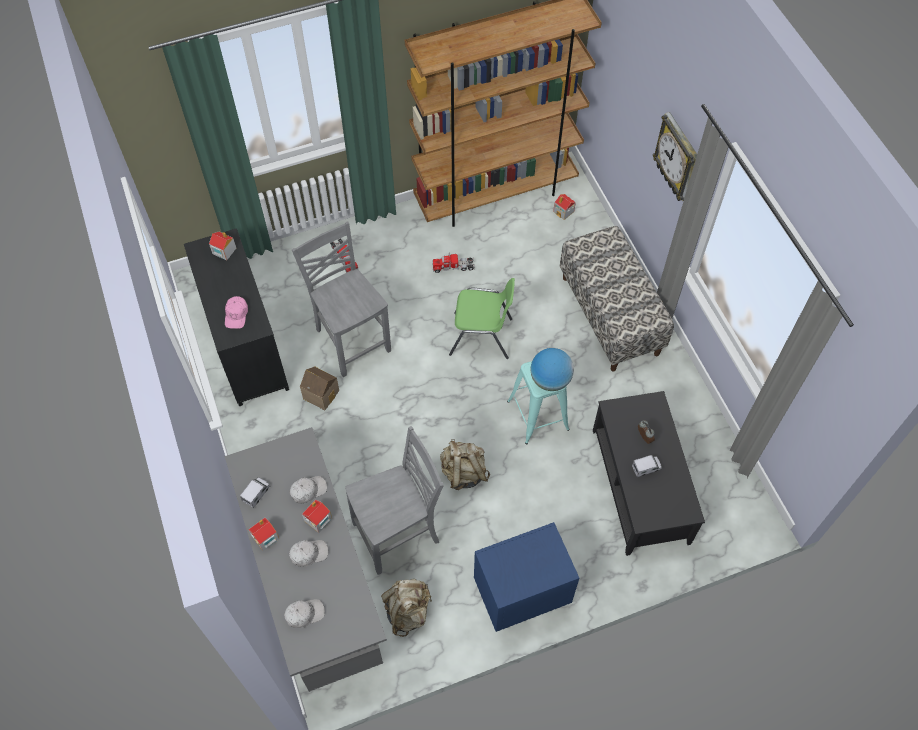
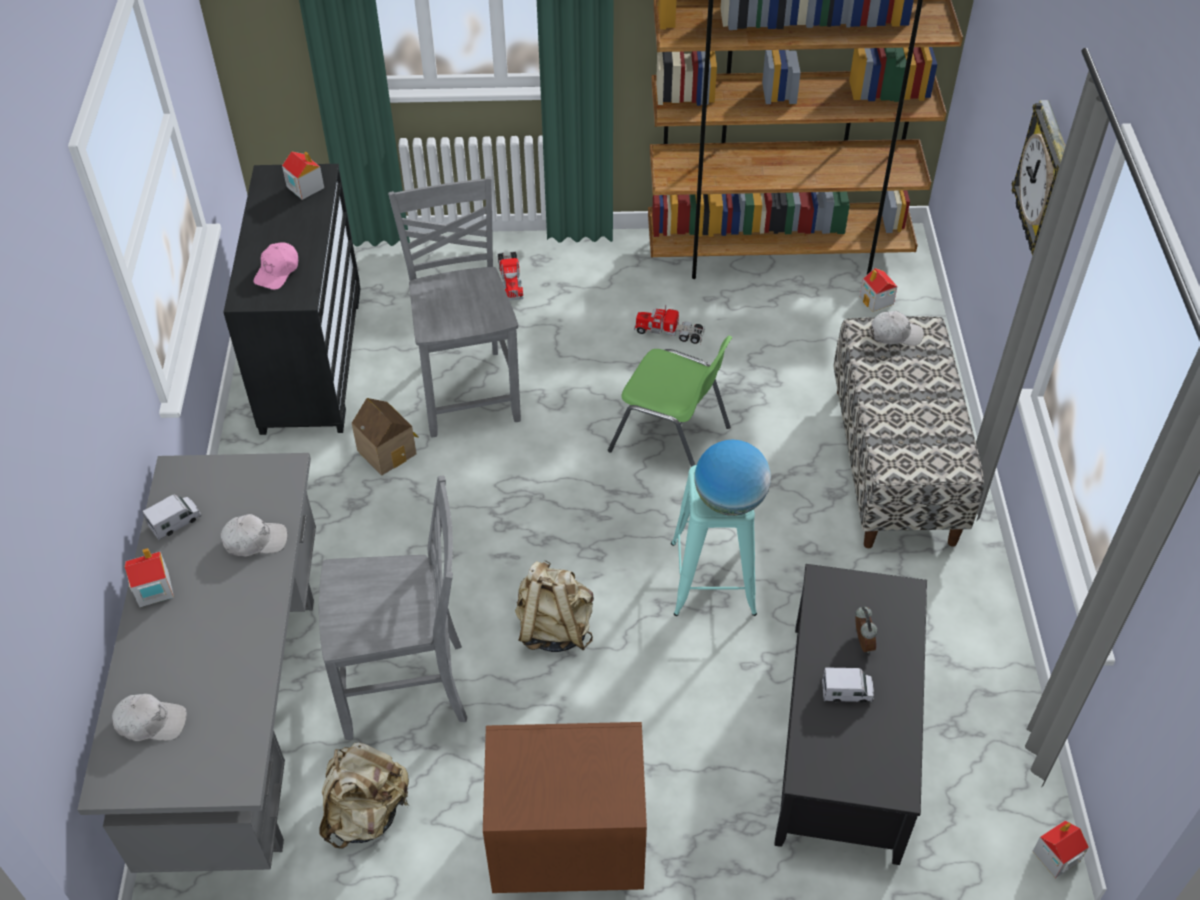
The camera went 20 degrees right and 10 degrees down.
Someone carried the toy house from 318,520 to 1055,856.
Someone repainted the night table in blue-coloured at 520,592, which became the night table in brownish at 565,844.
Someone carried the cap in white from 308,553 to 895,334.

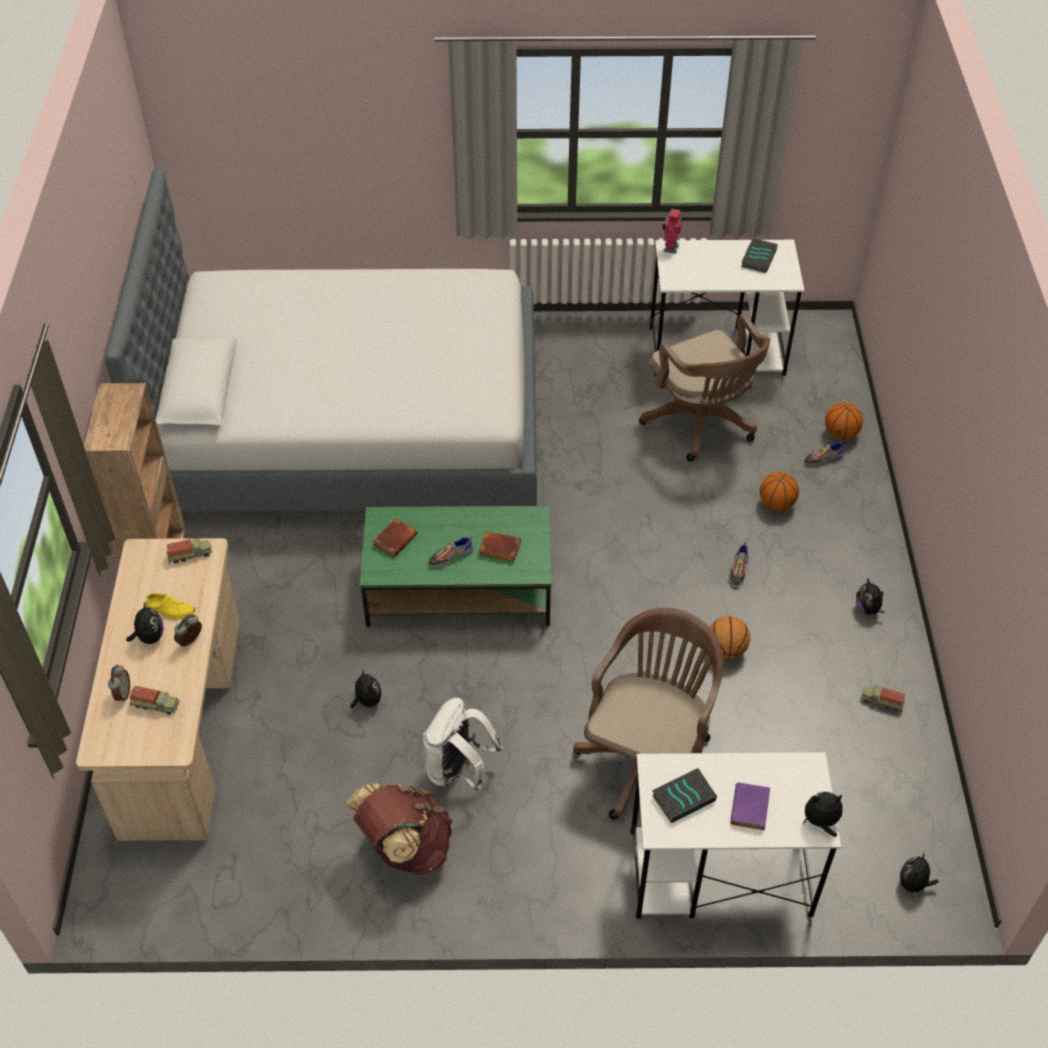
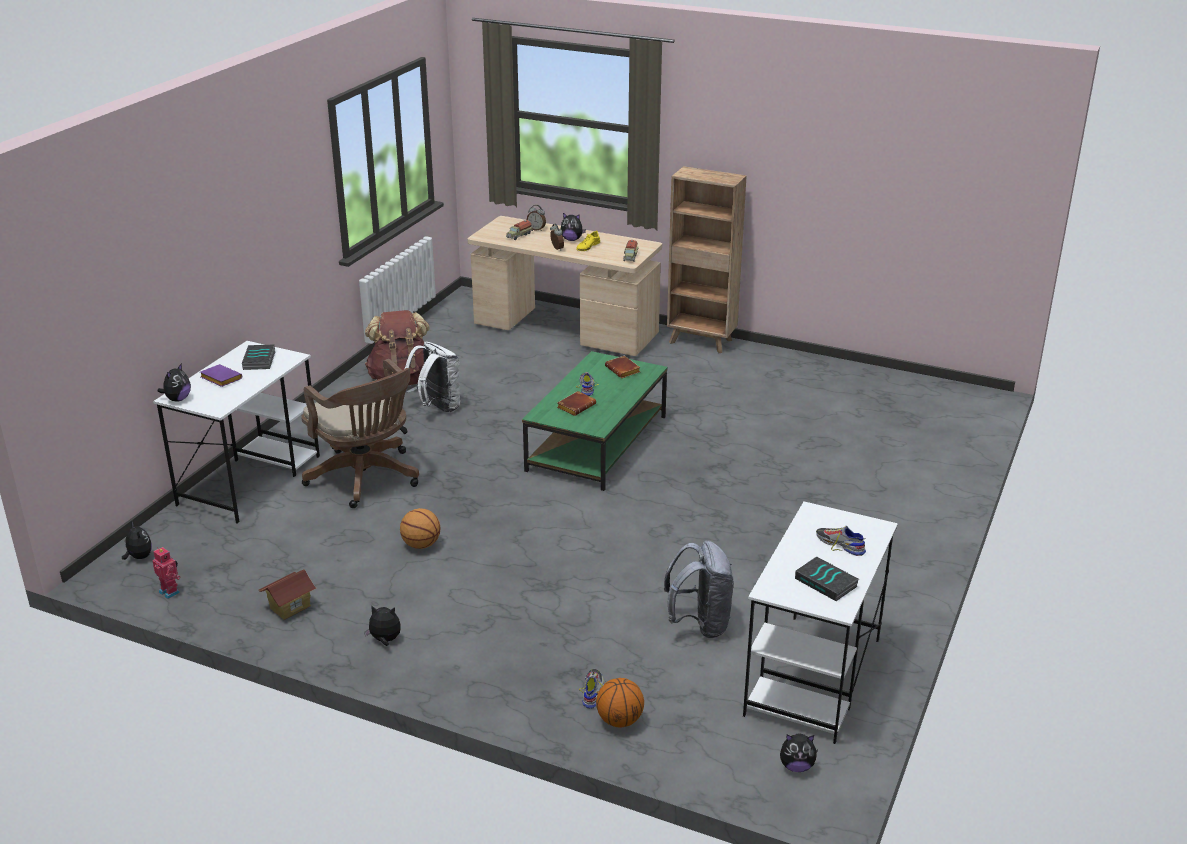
The camera went 115 degrees right and 20 degrees down.
Someone took away the bedroom bed at 353,427.
Someone carried the model robot from 669,248 to 170,591.
Someone swapped the office chair in brownish at 702,424 for the rucksack in gray at 700,624.
Someone took away the basketball at 776,504.
Someone carried the low shoe from 738,570 to 840,544.
Someone carried the plush toy from 367,700 to 796,766.
Someone swapped the toy truck at 882,701 for the toy house at 290,607.

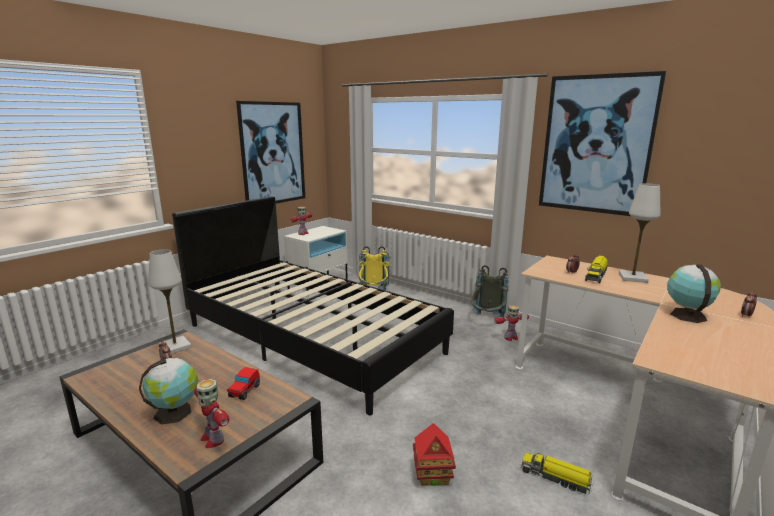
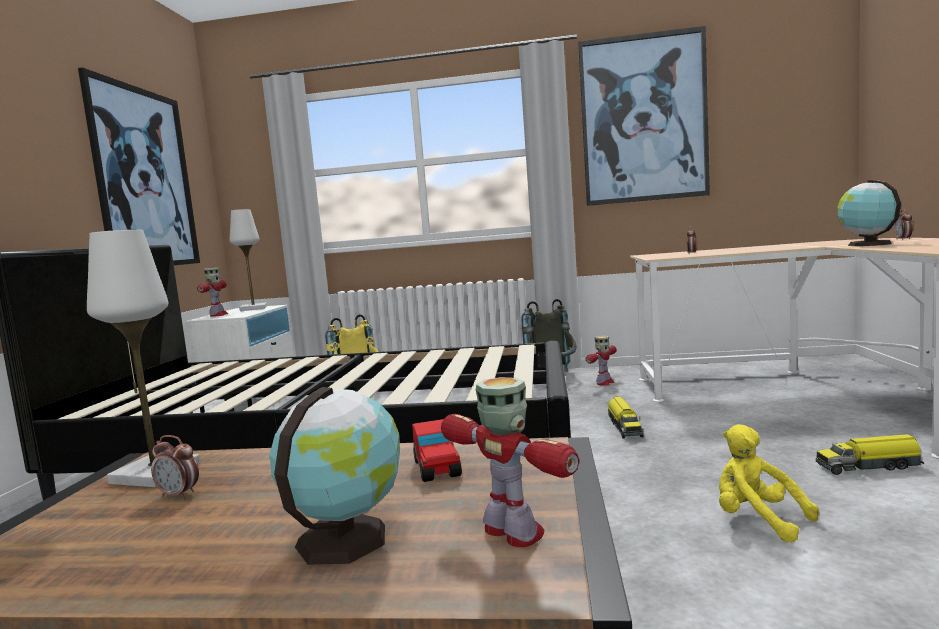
The camera went 30 degrees left and 10 degrees down.
Someone carried the table lamp in white from 632,278 to 253,308.
Someone carried the toy truck from 596,275 to 625,426.
Someone rotated the model robot at 213,438 by 150 degrees counterclockwise.
Someone swapped the toy house at 432,475 for the plush toy in yellow-coloured at 757,520.

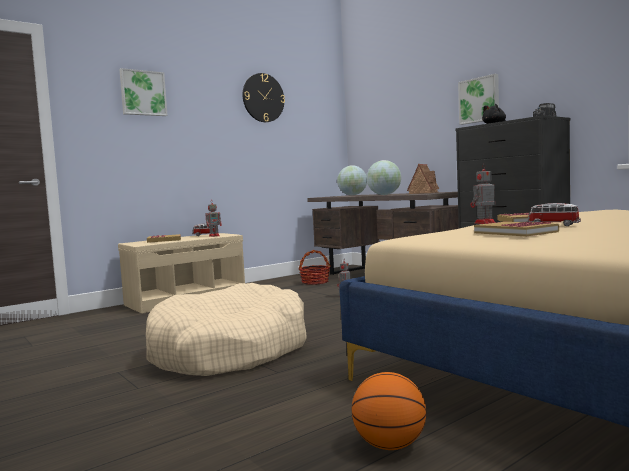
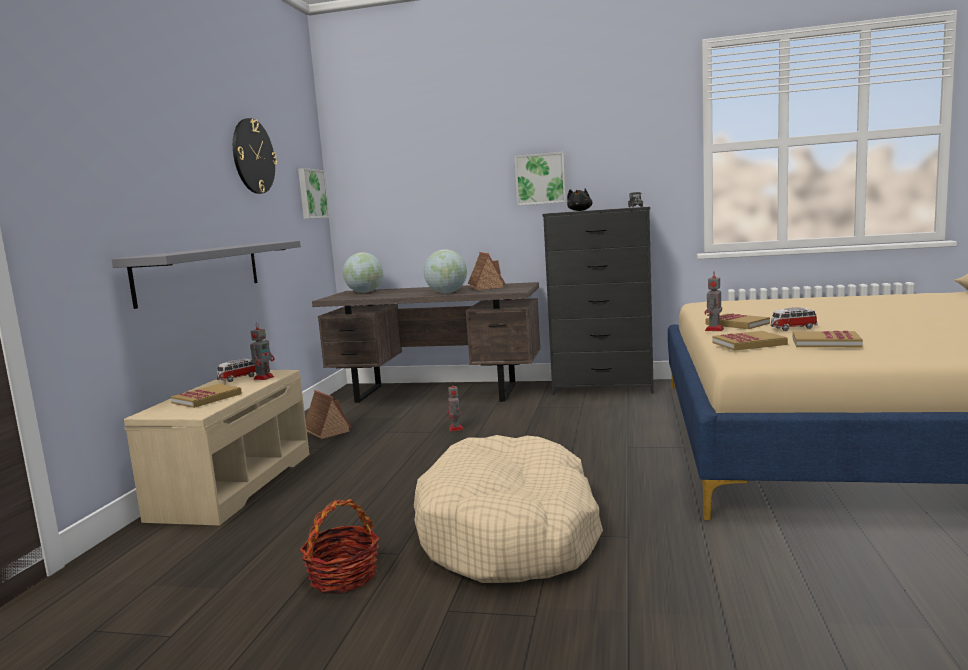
The camera went 40 degrees left and 5 degrees up.
Someone carried the wall picture from 143,93 to 311,194.
Someone carried the storage basket from 315,282 to 343,576.
Someone took away the basketball at 390,445.
Someone put up the bracket shelf in gray at 200,272.
Someone put down the volume at 749,344.
Someone put down the toy house at 326,431.

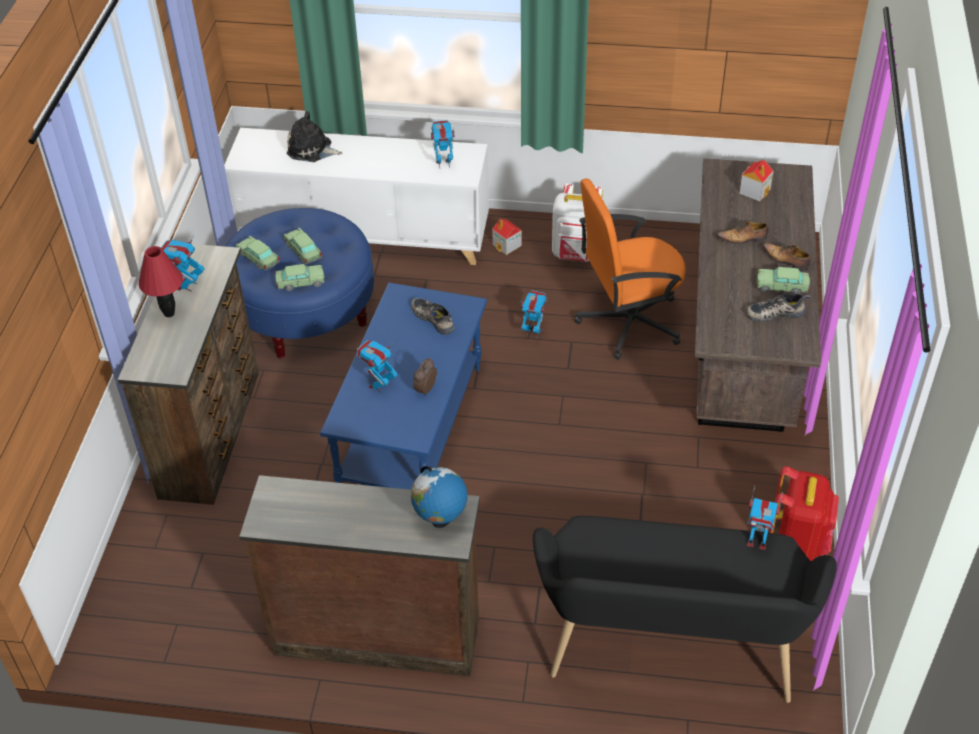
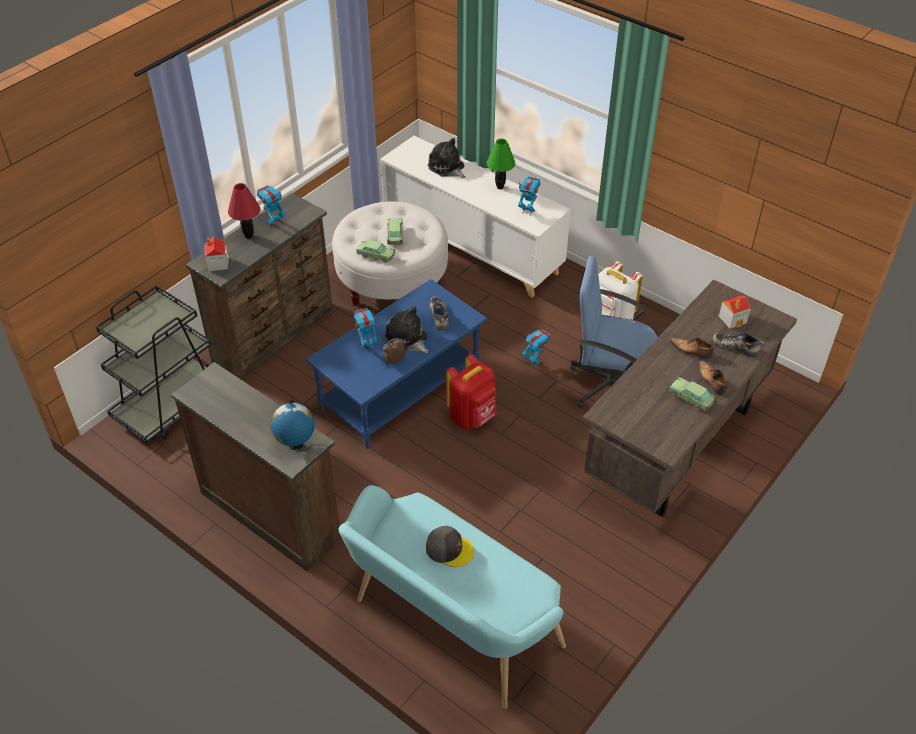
The camera went 30 degrees right and 0 degrees up.
Someone repainted the office chair in orangey at 628,322, which became the office chair in blue-coloured at 609,384.
Someone repainted the ottoman in blue-coloured at 304,312, which became the ottoman in white at 392,281.
Someone carried the toy house from 507,245 to 218,264.
Someone took away the model car at 258,258.
Someone carried the low shoe from 775,312 to 736,346.
Someone carried the rucksack in red-coloured from 797,544 to 472,416.
Someone took away the model robot at 757,541.
Someone repainted the long seat in black-coloured at 669,651, which became the long seat in turquoise at 450,627.
Someone put down the table lamp in green at 500,187.
Someone put down the cart in black-coloured at 171,405.
Someone put down the plush toy at 407,339.
Someone put down the cap in gray at 449,549.

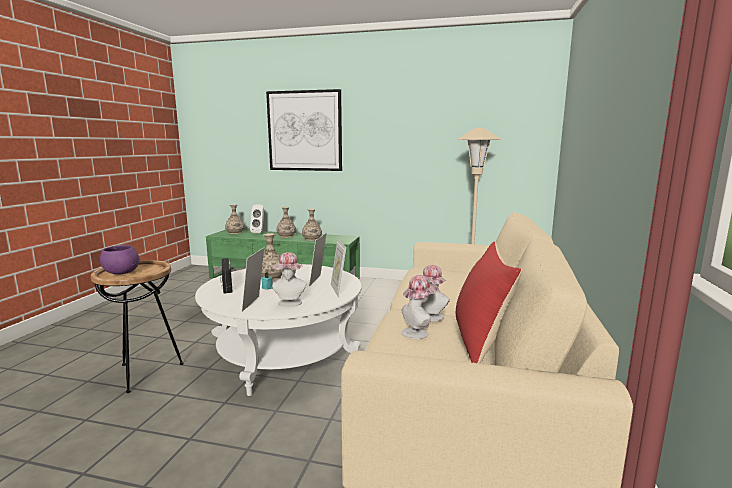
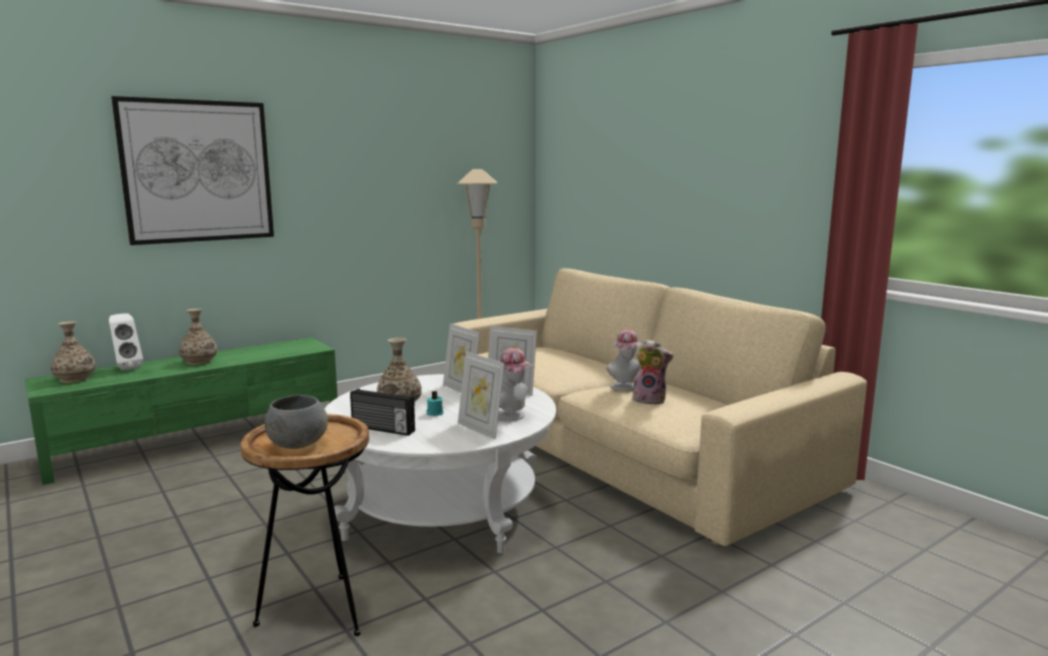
The camera went 50 degrees left and 0 degrees up.
Someone took away the vase at 312,239.
Someone took away the cushion in red-coloured at 481,342.
Someone repainted the serving bowl in purple-coloured at 121,273, which became the serving bowl in gray at 297,445.
Someone swapped the hat at 418,332 for the plush toy at 650,400.

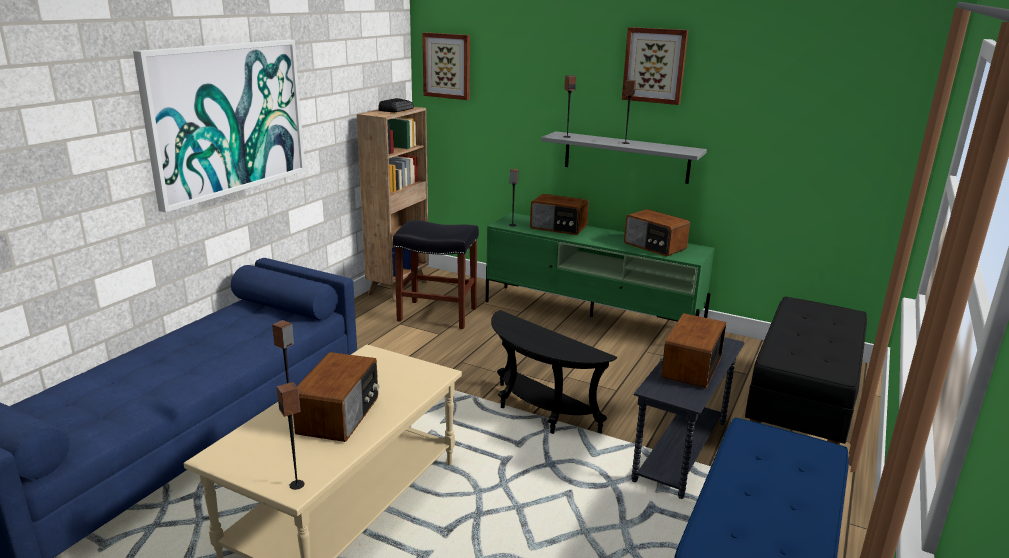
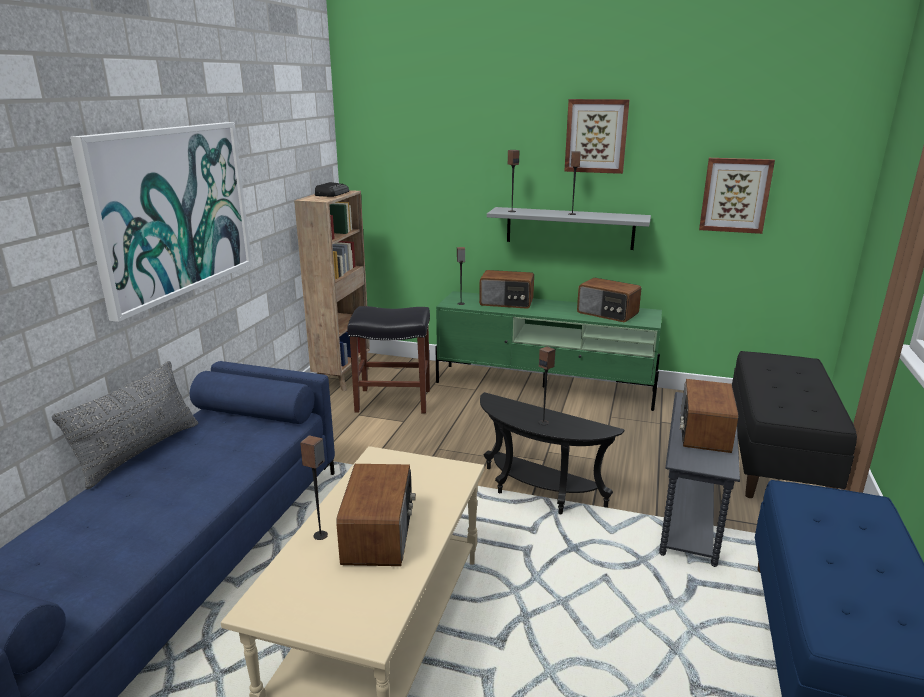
The camera went 10 degrees left and 0 degrees up.
Someone carried the wall picture from 447,66 to 735,195.
Someone carried the speaker from 297,484 to 543,422.
Someone put down the cushion in gray at 140,452.

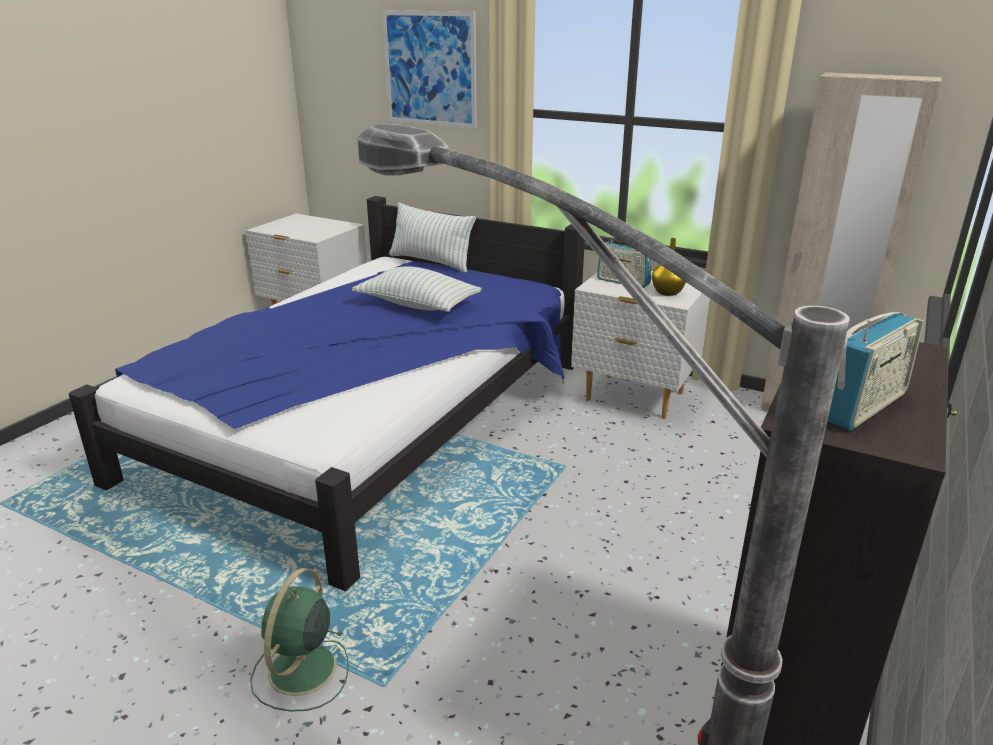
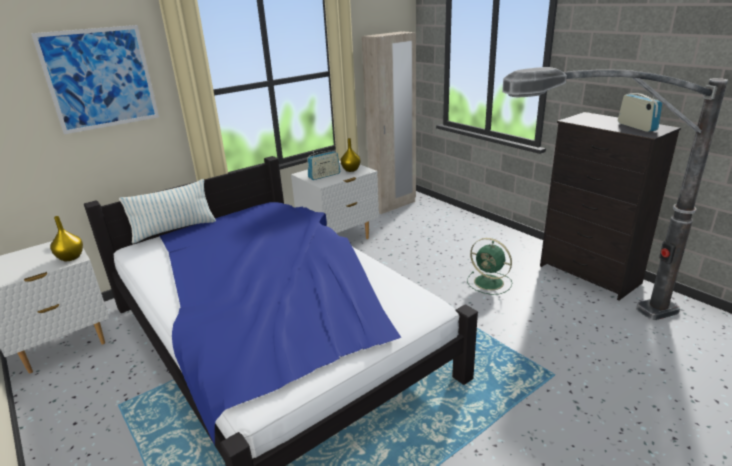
The camera went 65 degrees left and 0 degrees up.
Someone took away the cushion at 417,305.
Someone carried the cooling fan in green from 301,671 to 490,283.
Someone put down the vase in yellow-coloured at 70,258.

